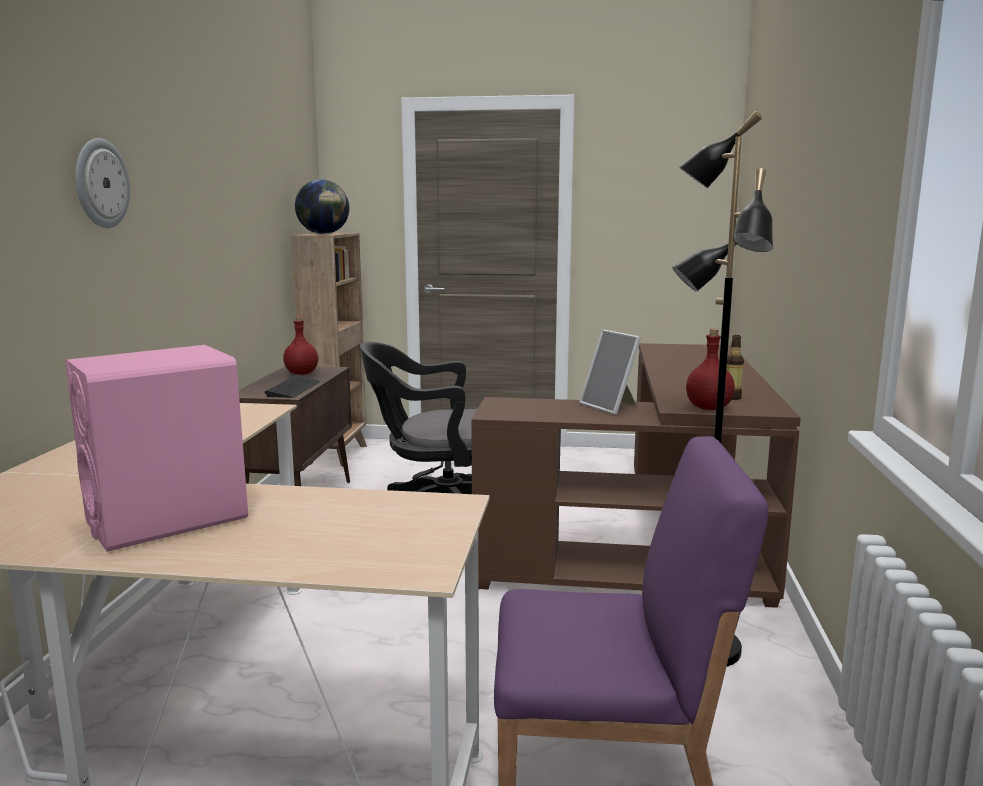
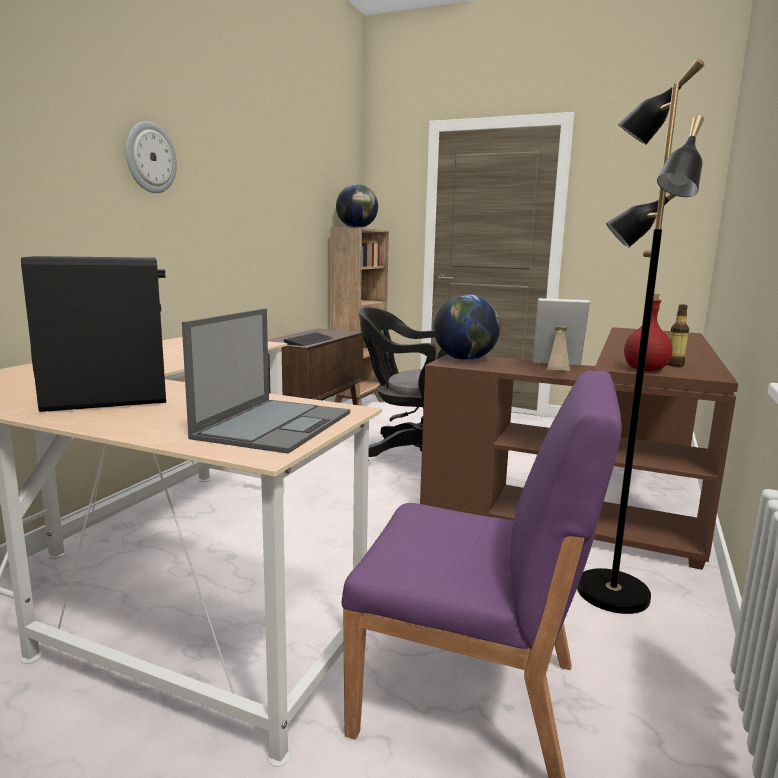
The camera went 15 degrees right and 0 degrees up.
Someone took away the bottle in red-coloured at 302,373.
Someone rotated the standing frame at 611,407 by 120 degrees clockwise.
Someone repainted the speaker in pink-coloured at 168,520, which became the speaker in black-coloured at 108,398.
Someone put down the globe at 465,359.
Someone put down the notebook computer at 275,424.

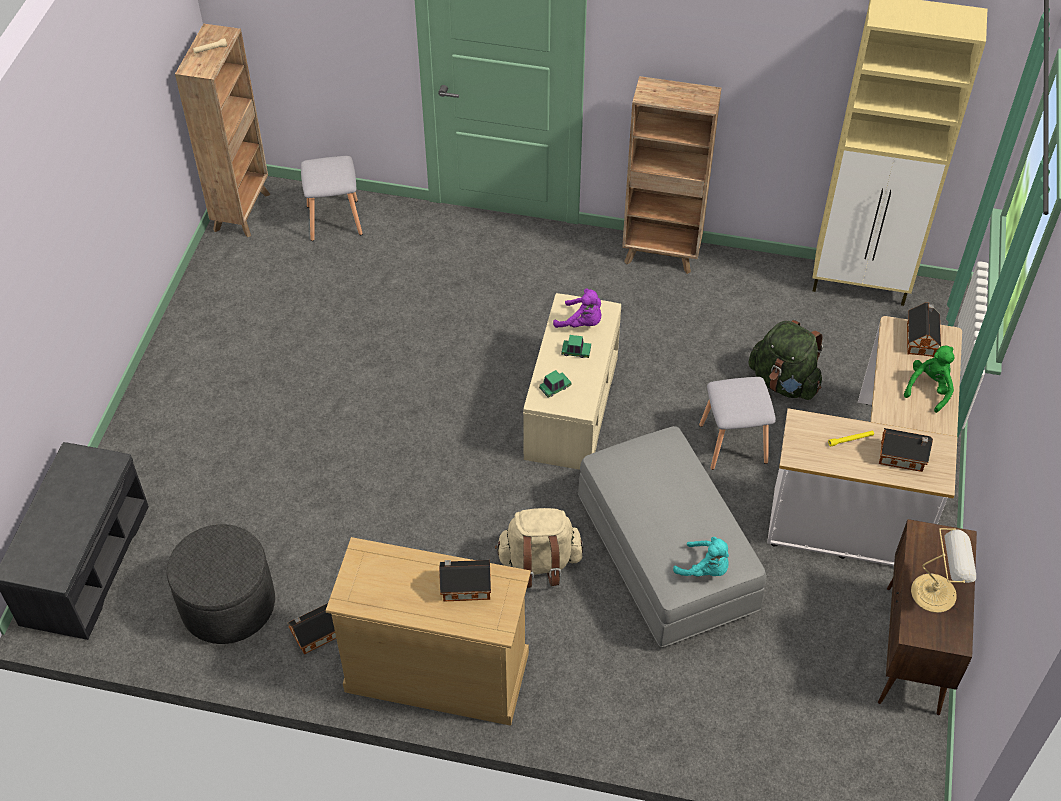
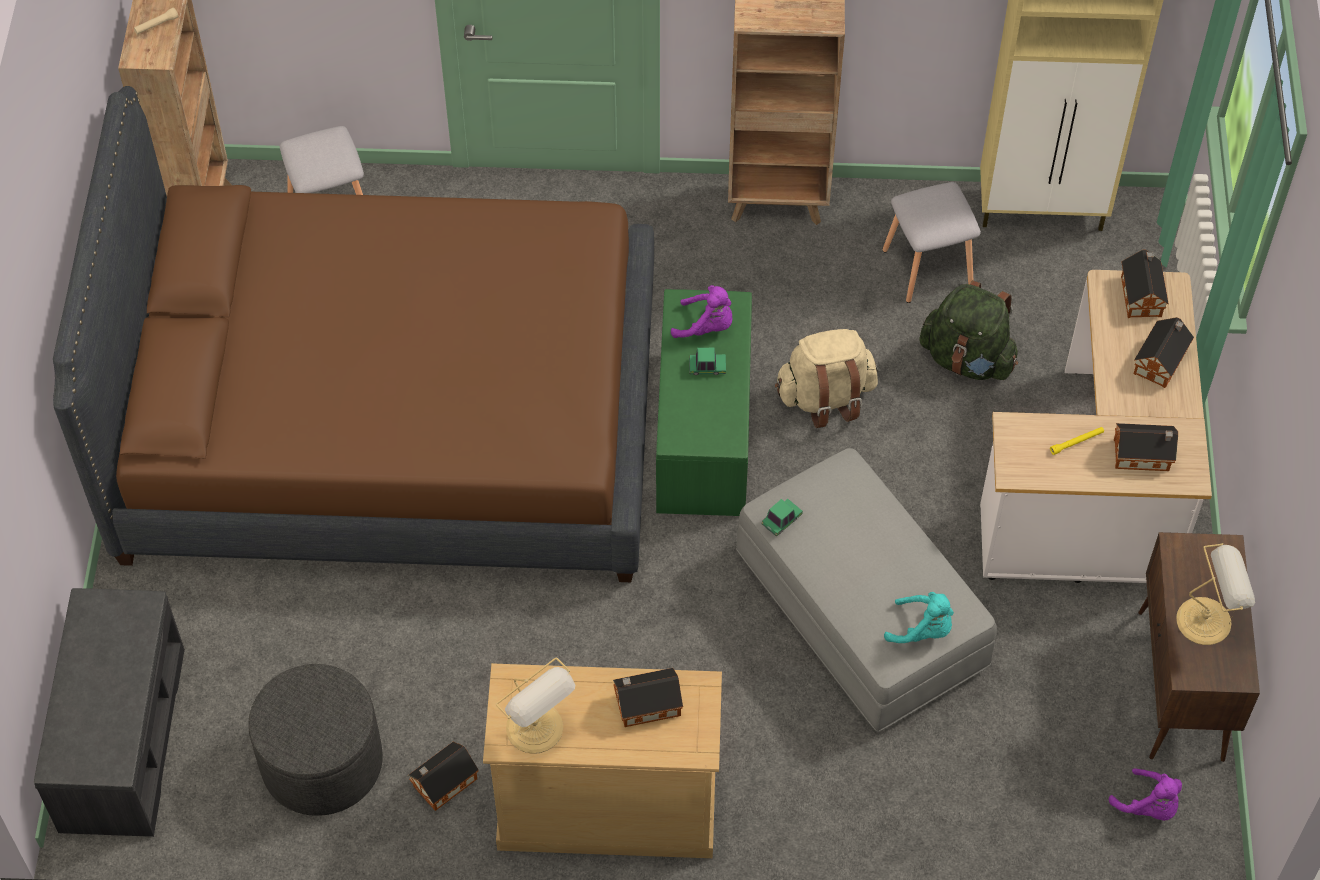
The camera went 10 degrees left and 5 degrees up.
Someone repainted the long seat in beige-coloured at 570,406, which became the long seat in green at 701,431.
Someone swapped the plush toy in green at 929,389 for the toy house at 1161,361.
Someone carried the model car from 555,387 to 781,520.
Someone carried the stool in gray from 734,443 to 928,266.
Someone carried the rucksack in beige-coloured from 539,563 to 825,398.
Someone put down the bedroom bed in brownish at 390,422.
Someone put down the table lamp at 537,729.
Someone put down the plush toy in purple-coloured at 1148,806.

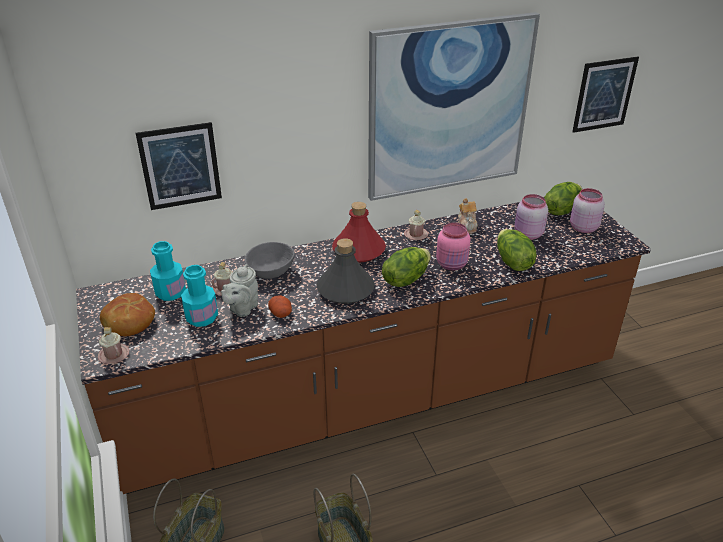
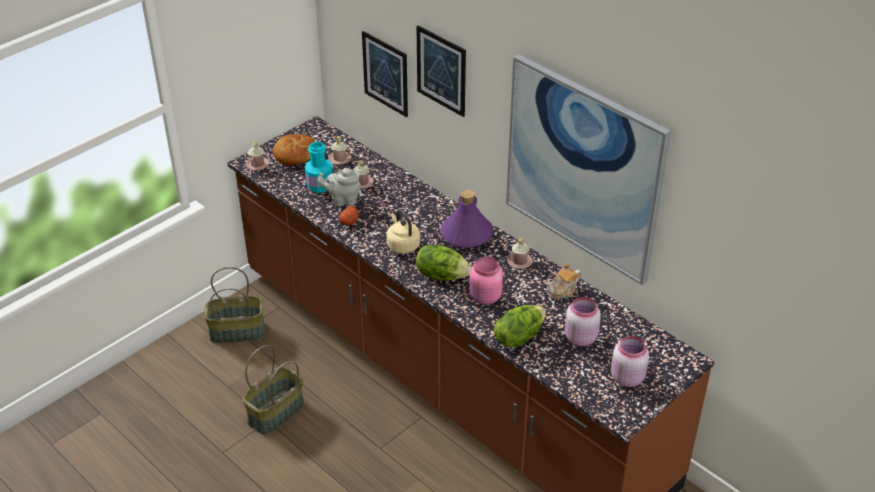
The camera went 65 degrees right and 5 degrees up.
Someone carried the wall picture from 604,94 to 441,71.
Someone took away the head of lettuce at 561,210.
Someone repainted the bottle in red-coloured at 358,250, which became the bottle in purple-coloured at 467,234.
Someone swapped the bottle in gray at 345,290 for the water kettle in beige-coloured at 402,245.
Someone swapped the bottle in turquoise at 170,292 for the mug in pink-coloured at 339,159.
Someone took away the serving bowl in gray at 271,271.

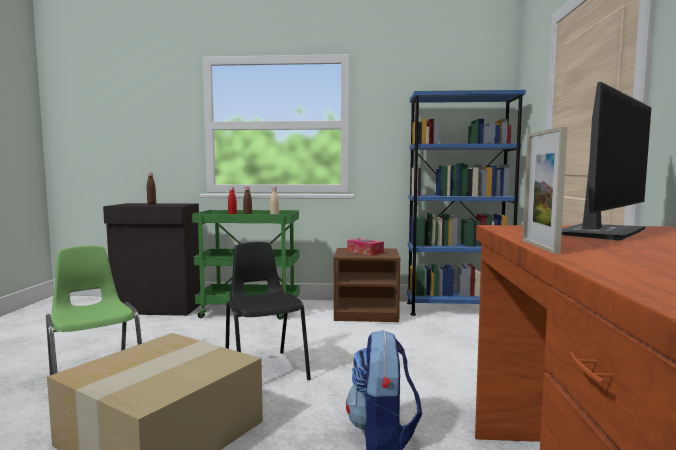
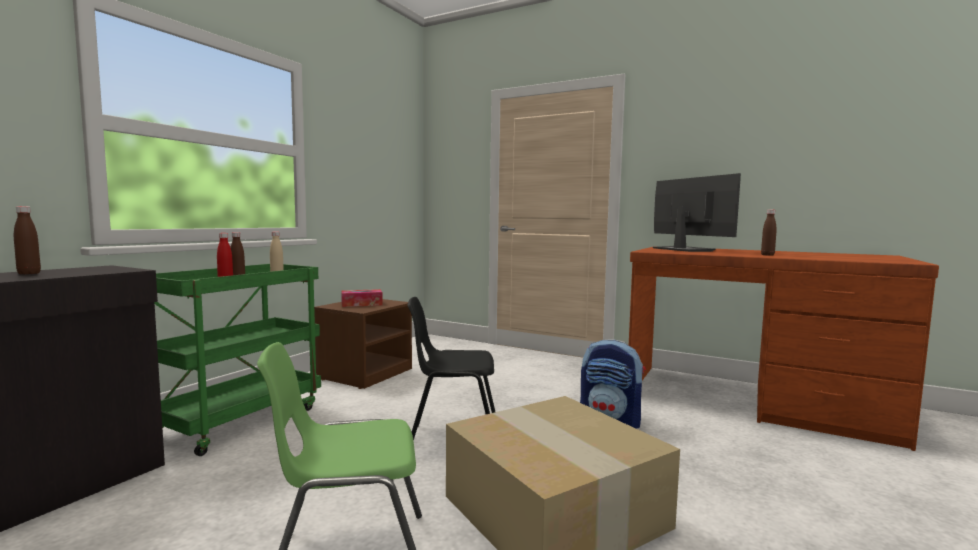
The camera went 65 degrees left and 0 degrees up.
Someone took away the bookshelf in blue-coloured at 457,309.
Someone took away the standing frame at 539,246.
Someone put down the bottle in brownish at 767,255.

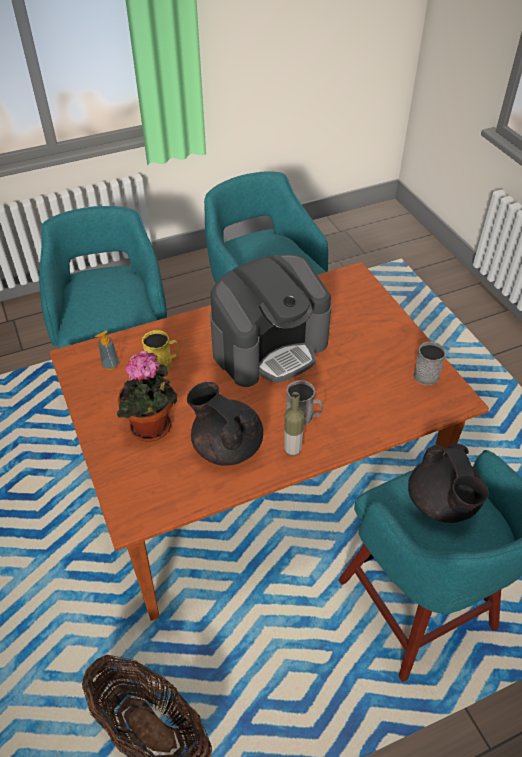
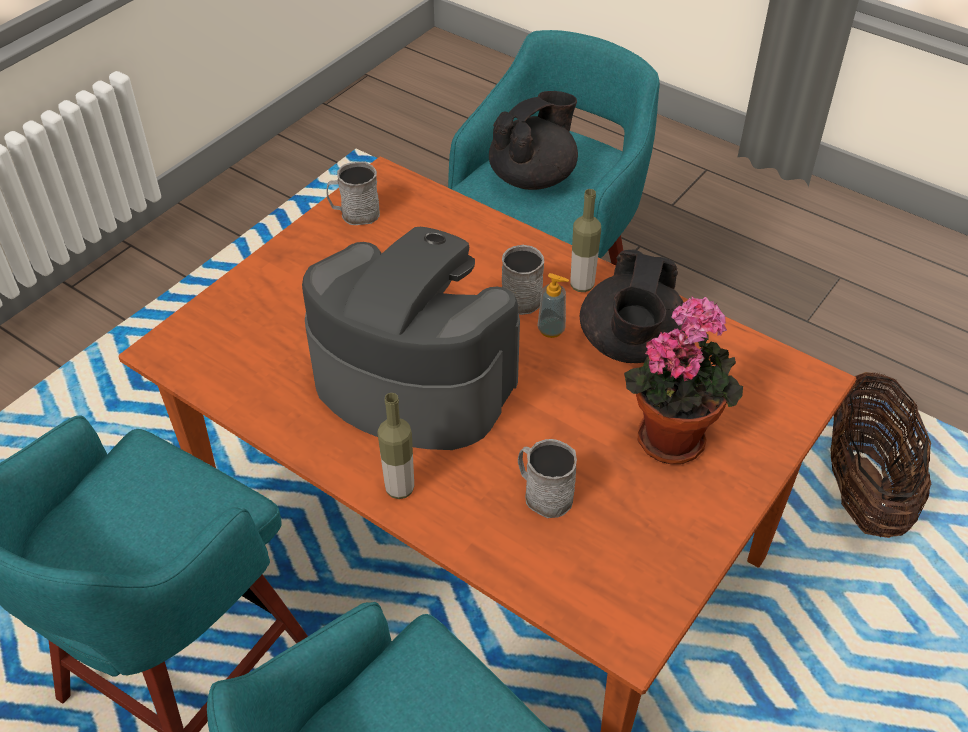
The camera went 120 degrees left and 0 degrees up.
Someone repainted the mug in yellow-coloured at 163,363, which became the mug in gray at 543,494.
Someone carried the soap dispenser from 110,365 to 551,330.
Someone put down the bottle at 399,489.

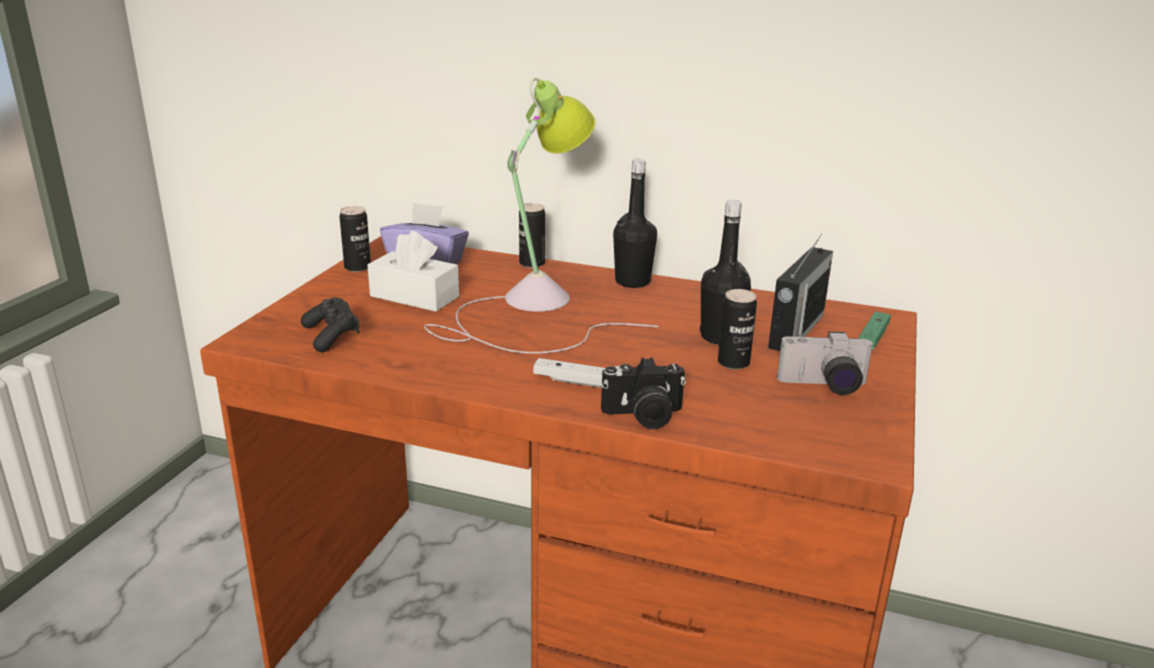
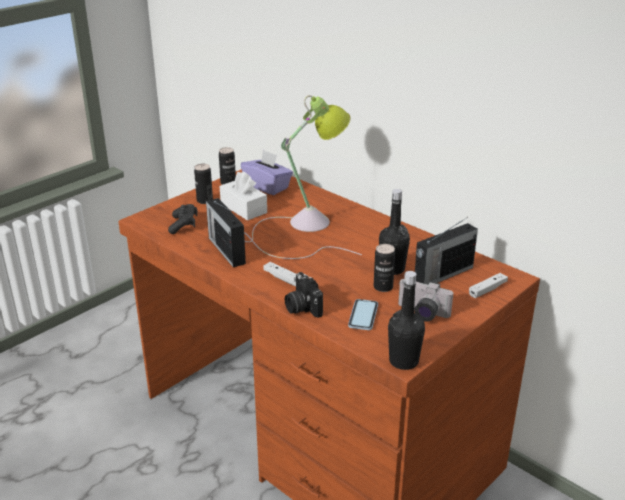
The camera went 25 degrees right and 5 degrees up.
Someone carried the bottle in black-coloured from 632,282 to 403,361.
Someone carried the metal can from 532,263 to 204,200.
Someone repainted the gamepad in green at 872,338, which became the gamepad in white at 487,290.
Someone rotated the still camera at 643,416 by 45 degrees clockwise.
Someone put down the radio at 226,250.
Someone put down the telephone at 363,316.

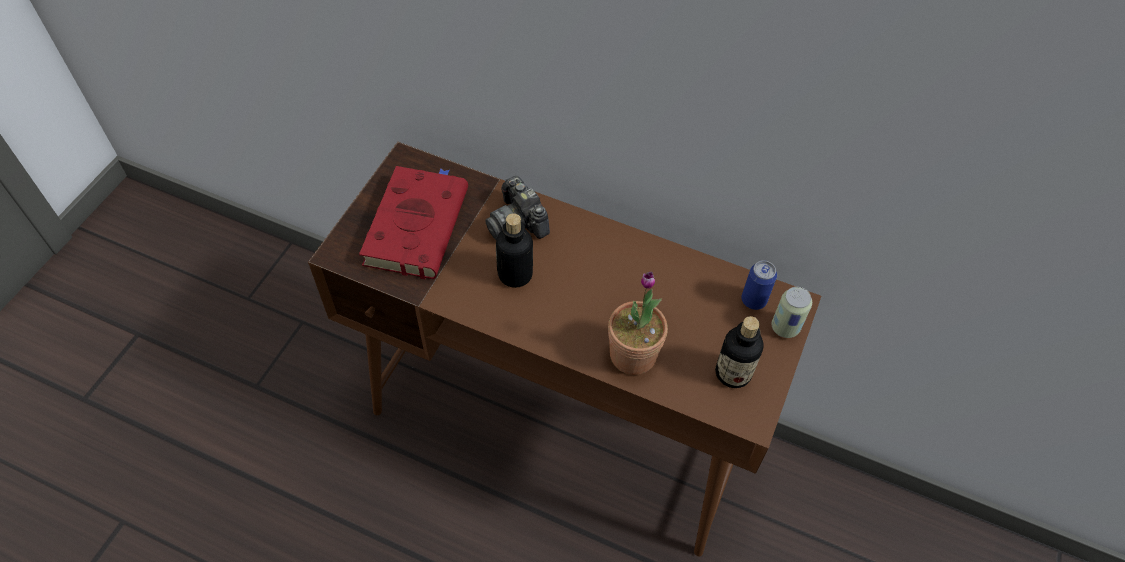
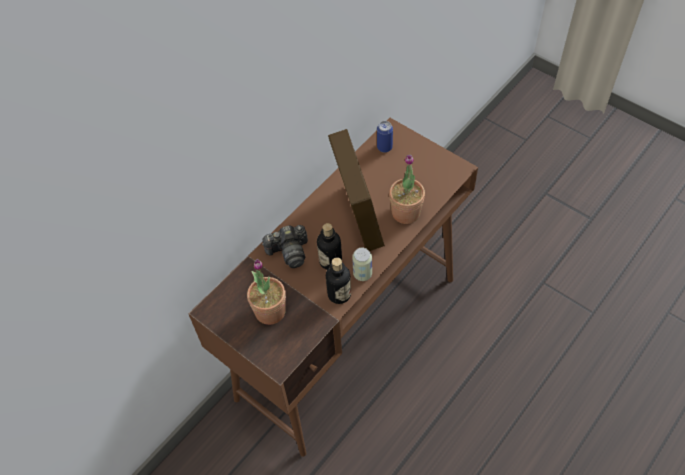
The camera went 70 degrees left and 0 degrees up.
Someone swapped the volume in red-coloured at 417,224 for the plant in a pot at 270,311.
Someone carried the metal can from 785,327 to 362,274.
Someone carried the bottle from 733,373 to 339,294.
Someone put down the standing frame at 357,217.

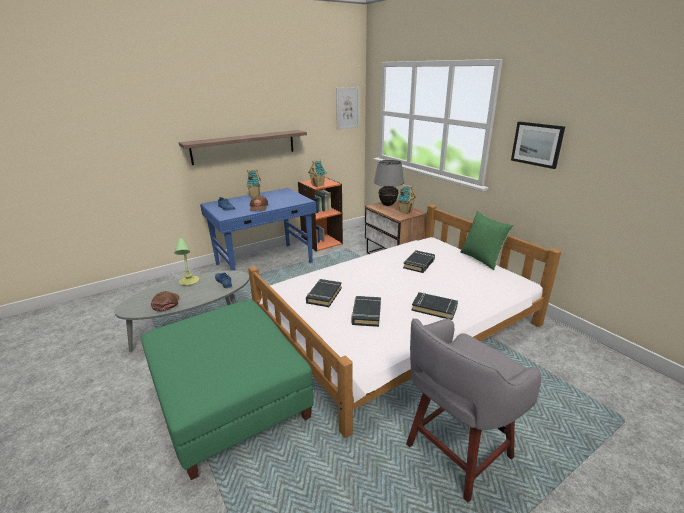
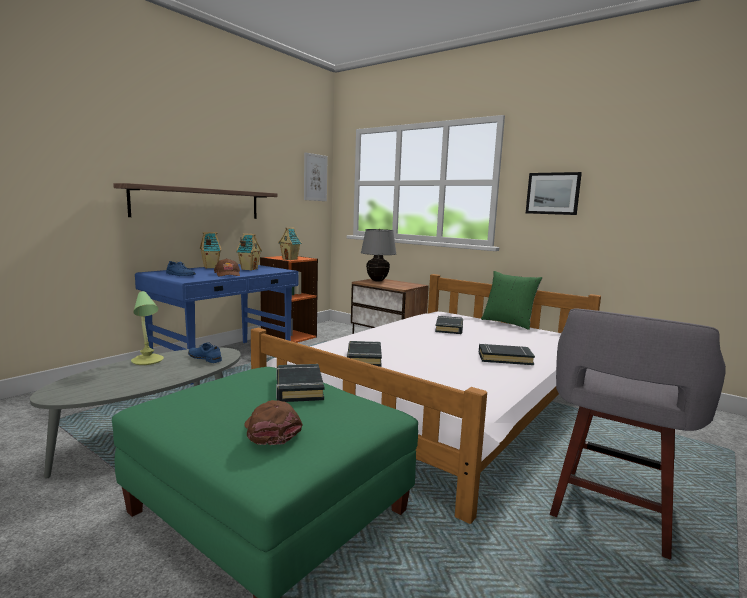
The camera went 20 degrees left and 15 degrees down.
Someone carried the toy house from 405,211 to 249,269.
Someone carried the cap in brownish from 166,303 to 271,430.
Someone carried the volume in black-coloured from 366,313 to 298,388.

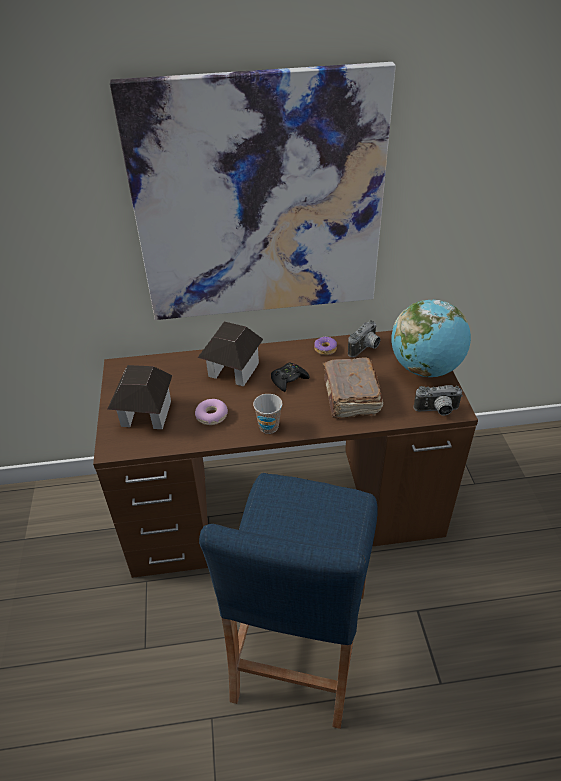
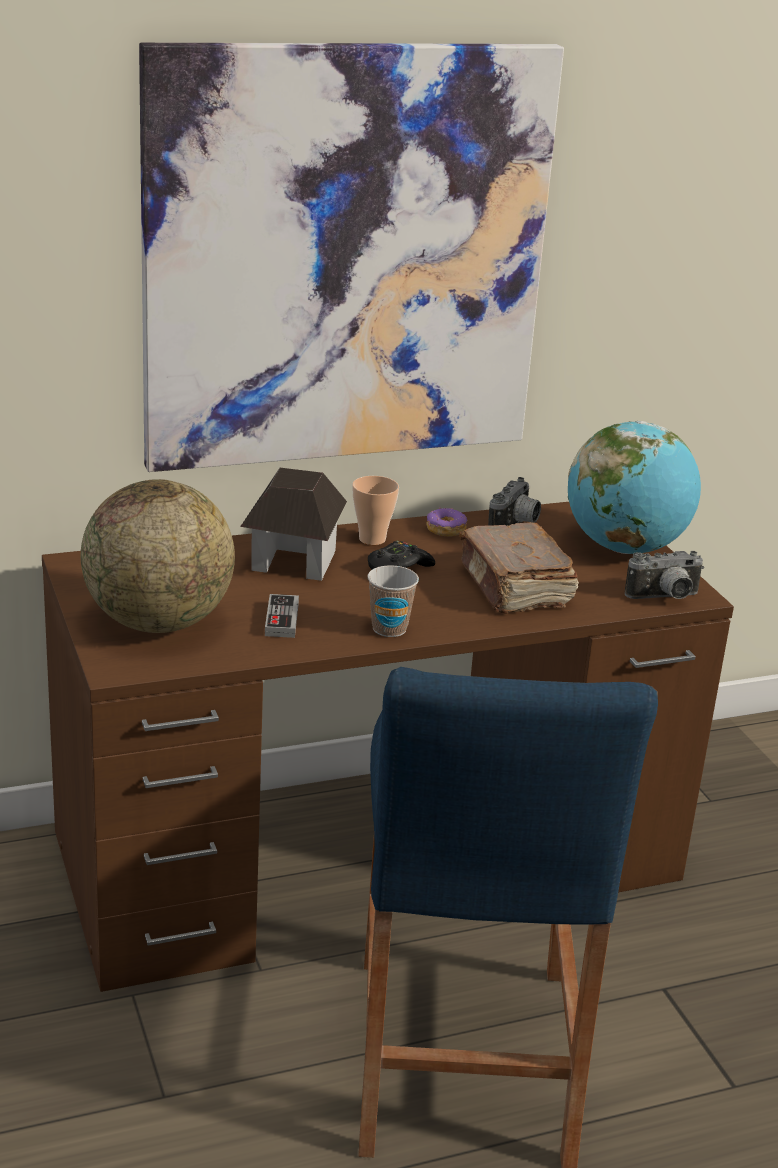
The camera went 15 degrees left and 15 degrees down.
Someone swapped the toy house at 146,414 for the globe at 159,622.
Someone swapped the donut at 212,416 for the gamepad at 281,619.
Someone put down the cup at 372,539.

